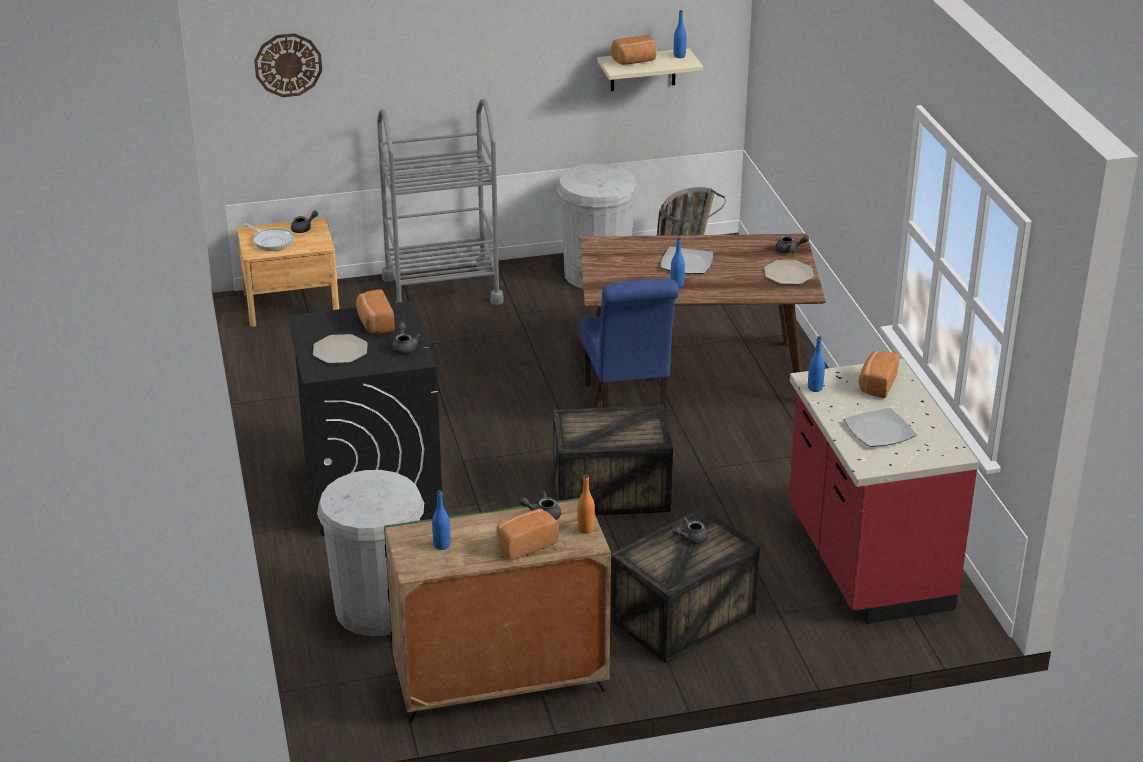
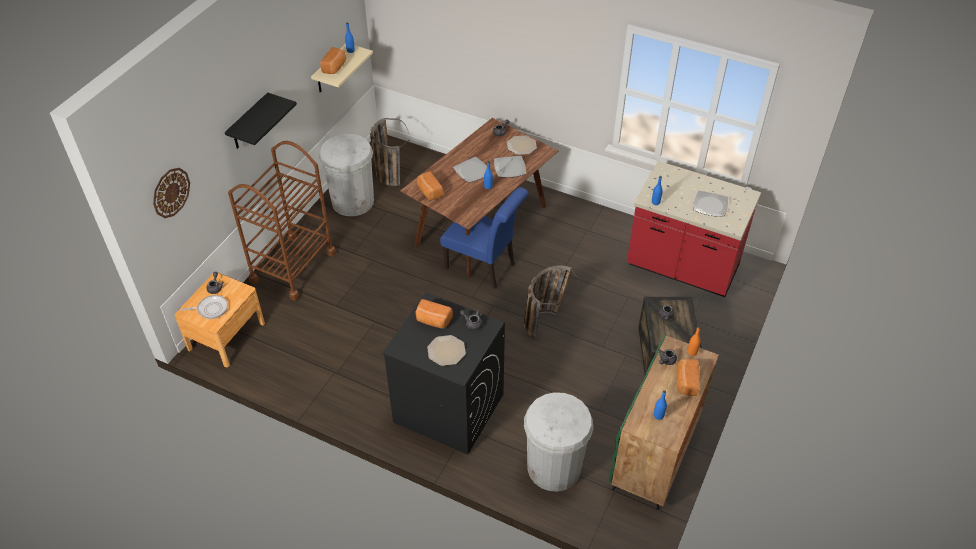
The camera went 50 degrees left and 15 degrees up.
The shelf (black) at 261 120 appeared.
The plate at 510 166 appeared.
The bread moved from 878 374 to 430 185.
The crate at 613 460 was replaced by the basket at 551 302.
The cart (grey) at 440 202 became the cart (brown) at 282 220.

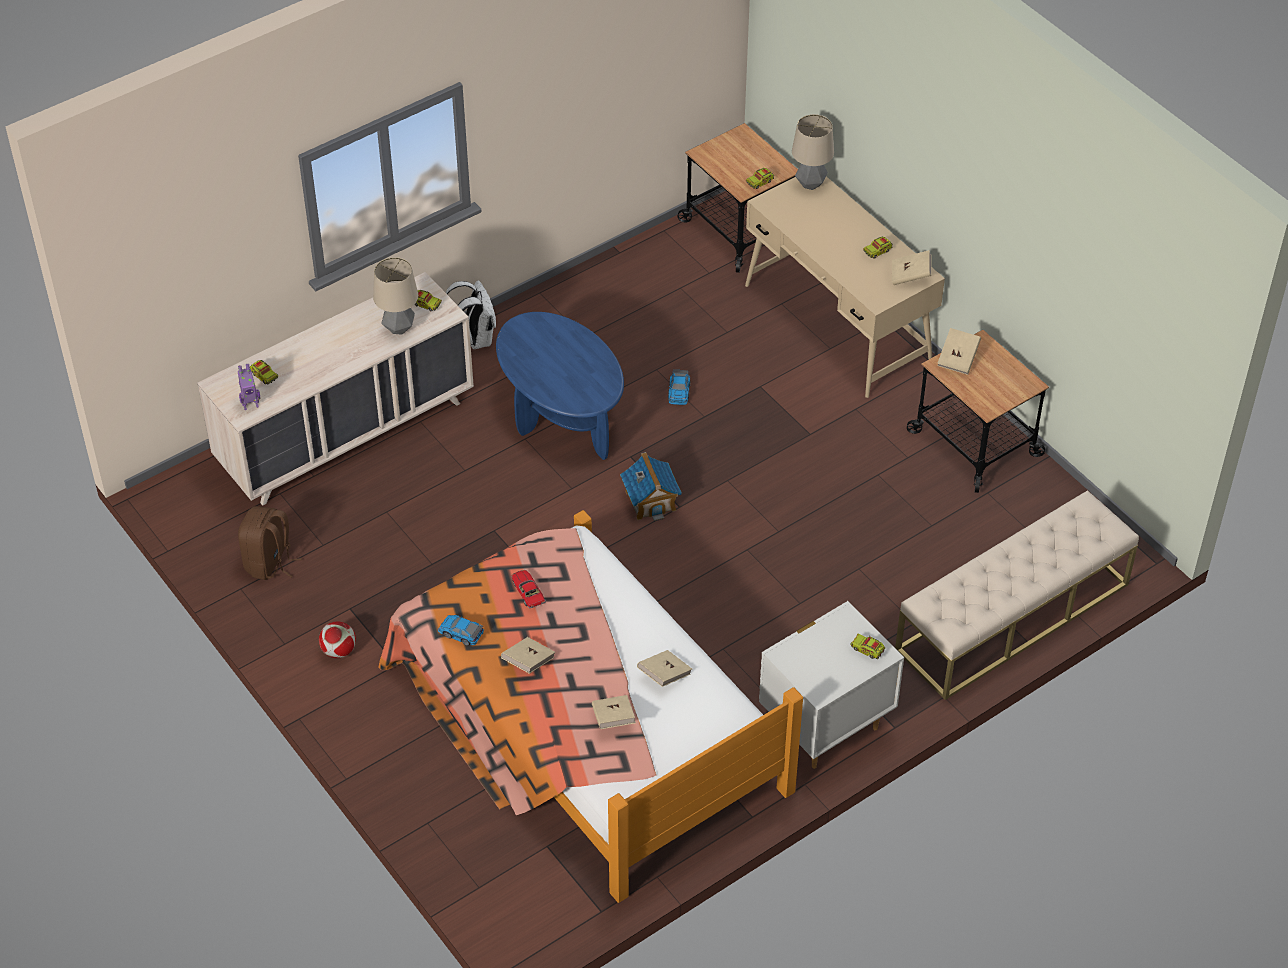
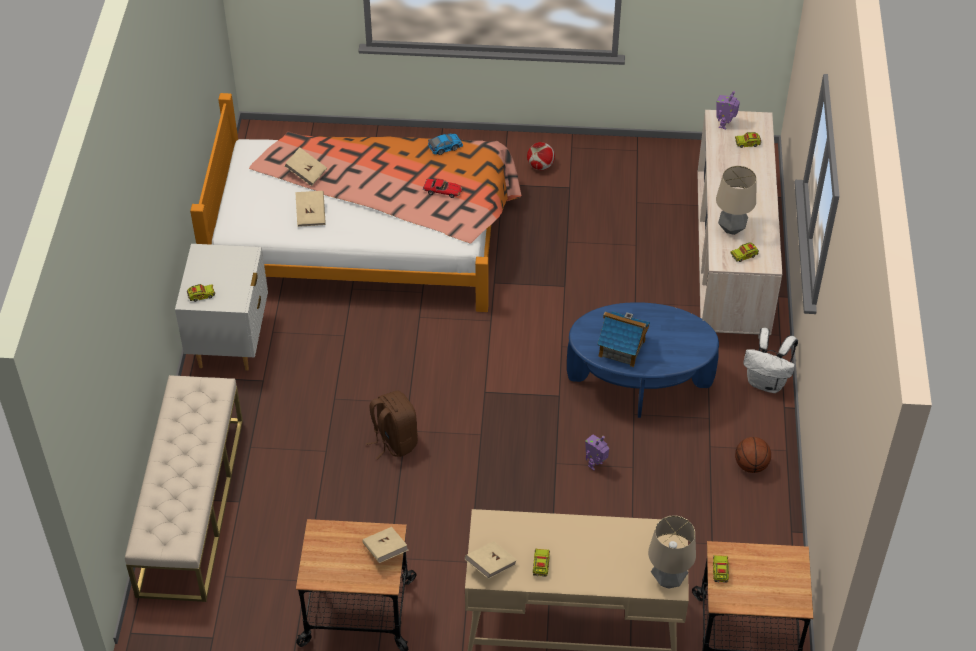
The camera went 130 degrees right and 0 degrees up.
The book (beige) at 528 655 disappeared.
The basketball at 753 455 appeared.
The backpack (brown) moved from 270 543 to 392 425.
The toy house moved from 651 486 to 623 339.
The toy car at 679 387 was replaced by the toy robot at 597 452.

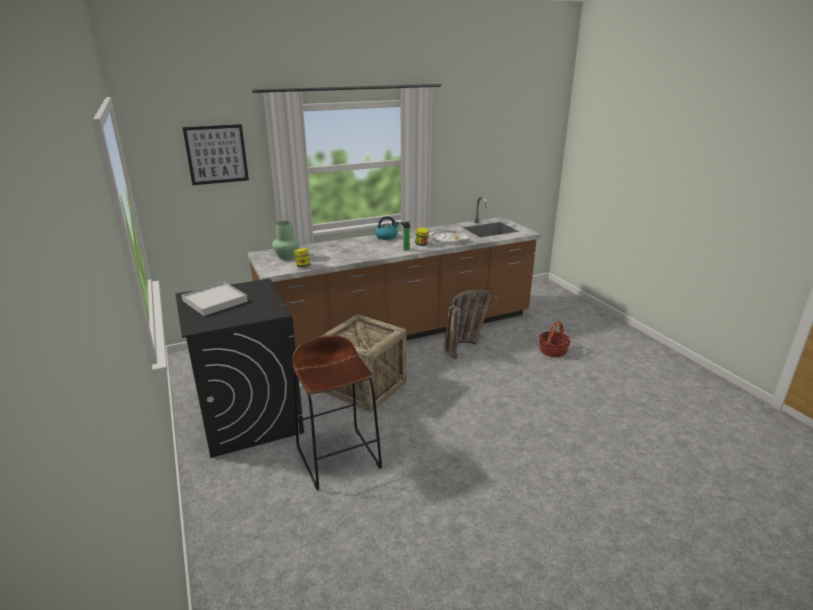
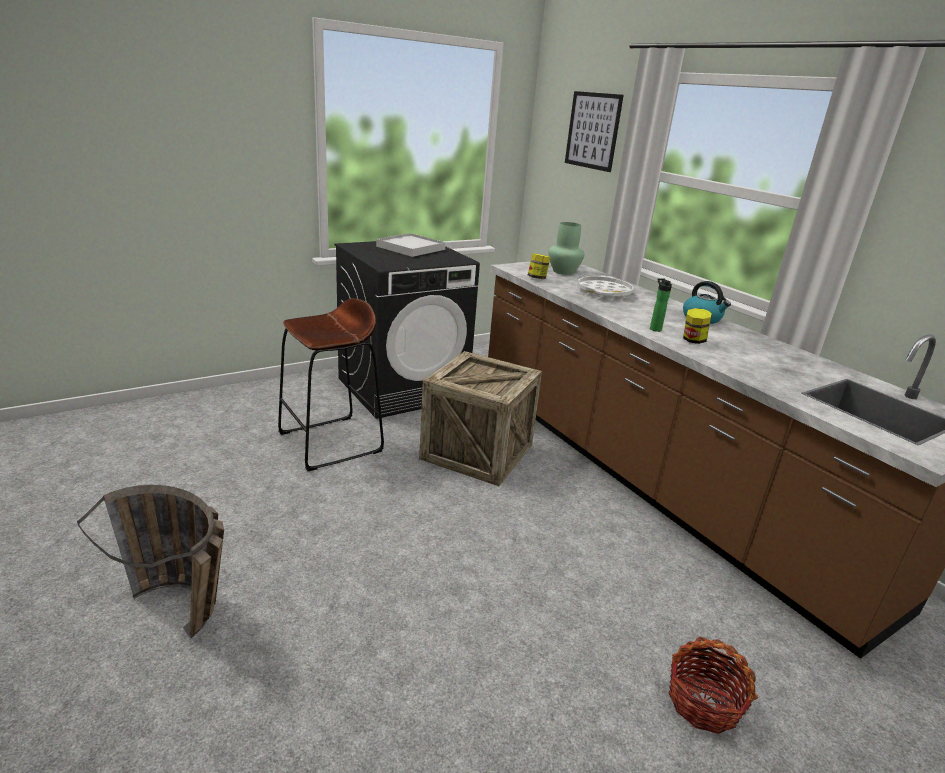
The camera went 80 degrees right and 0 degrees up.
The tray (white) moved from 449 237 to 605 287.
The basket moved from 471 324 to 150 561.

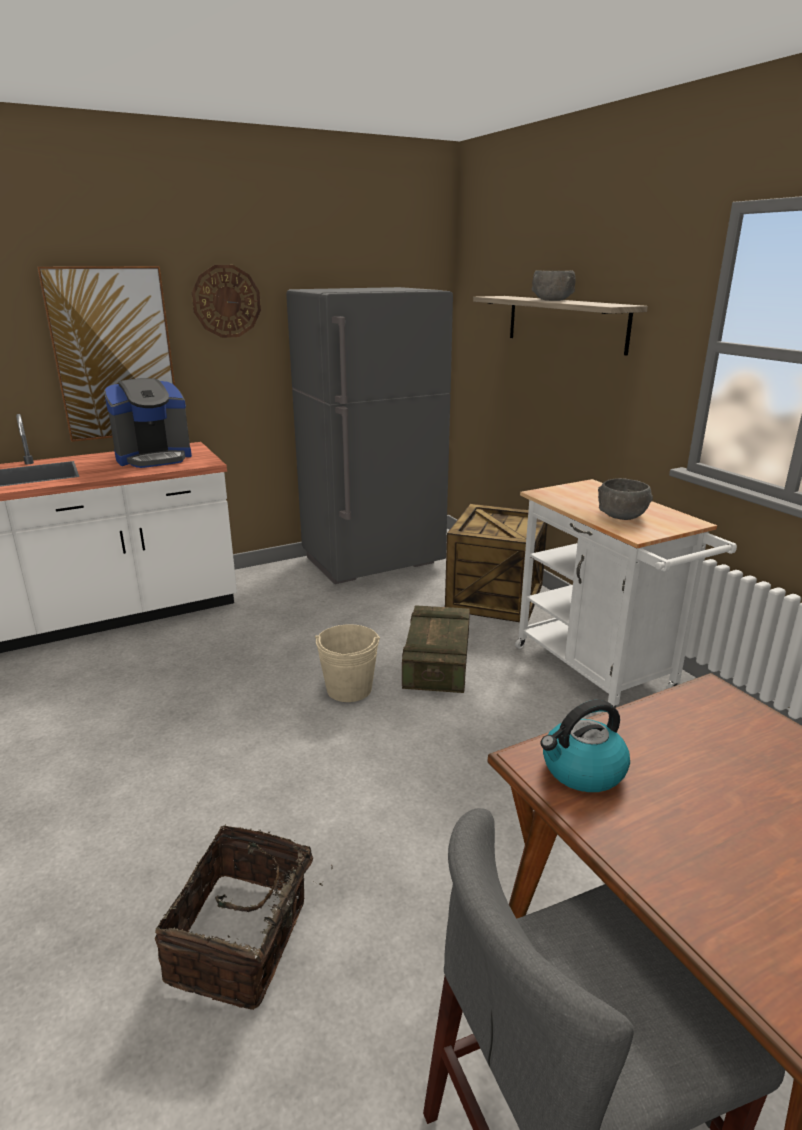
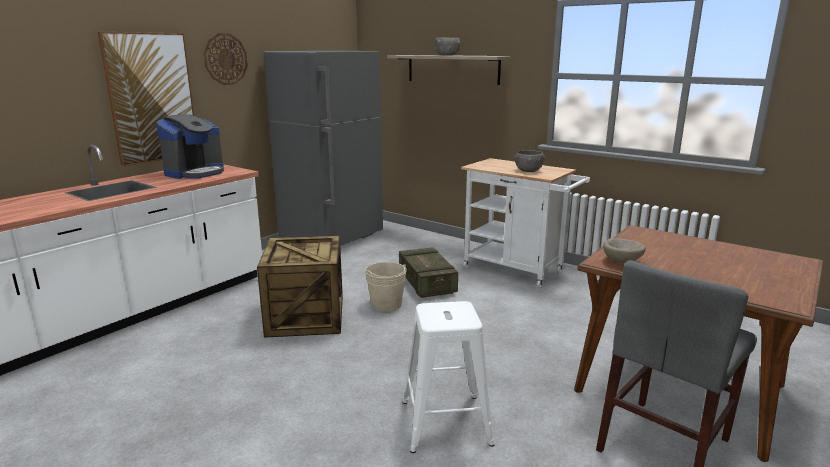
The camera went 25 degrees left and 5 degrees down.
The crate moved from 496 563 to 300 287.
The basket at 244 917 was replaced by the stool (white) at 448 377.
The kettle at 585 746 was replaced by the bowl (beige) at 624 250.

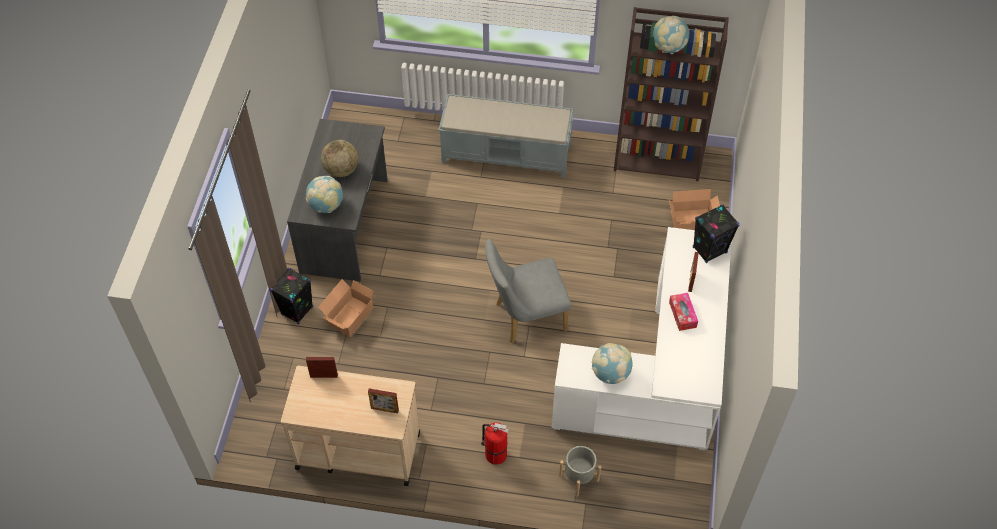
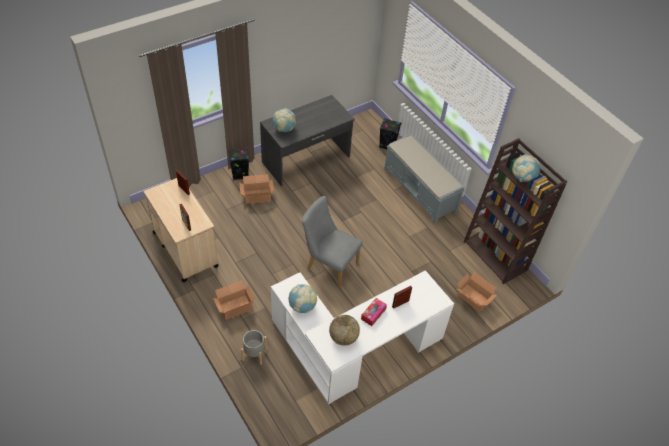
The camera went 45 degrees right and 5 degrees down.
The globe moved from 339 158 to 344 330.
The speaker (black) moved from 716 233 to 390 133.
The fire extinguisher at 495 443 was replaced by the cardboard box at 234 300.

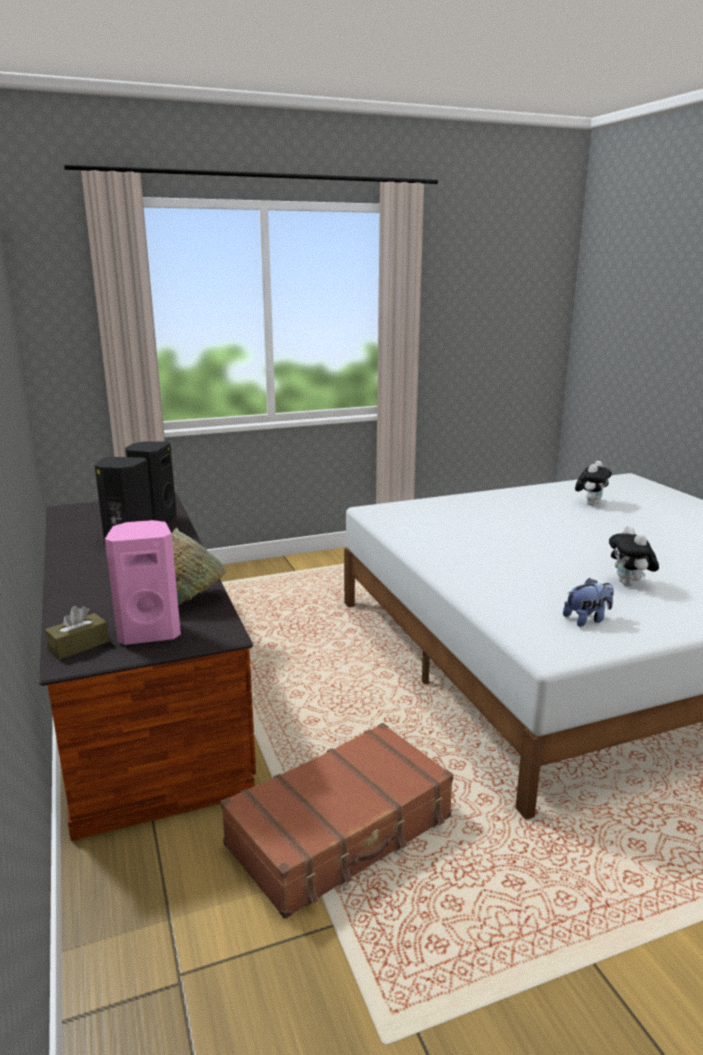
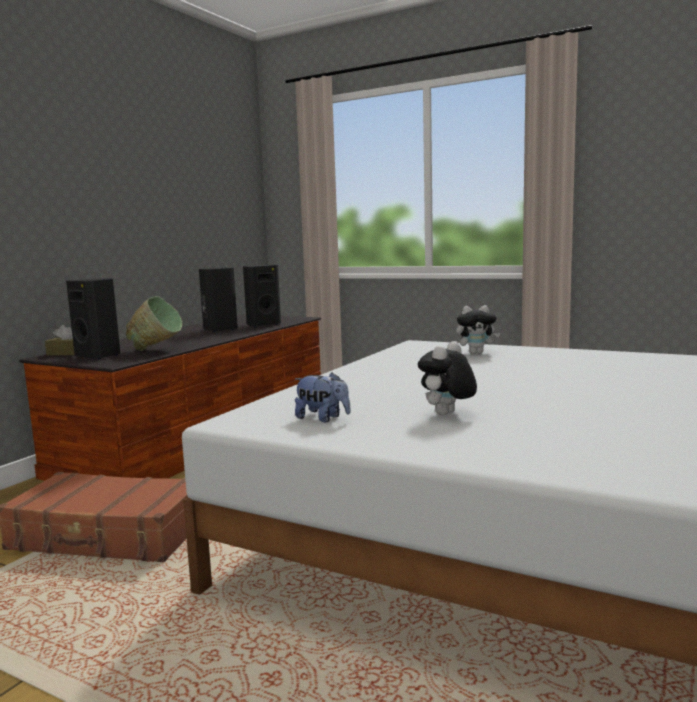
The camera went 50 degrees right and 10 degrees down.
The plush toy moved from 593 483 to 478 329.
The speaker (pink) at 143 582 became the speaker (black) at 93 319.

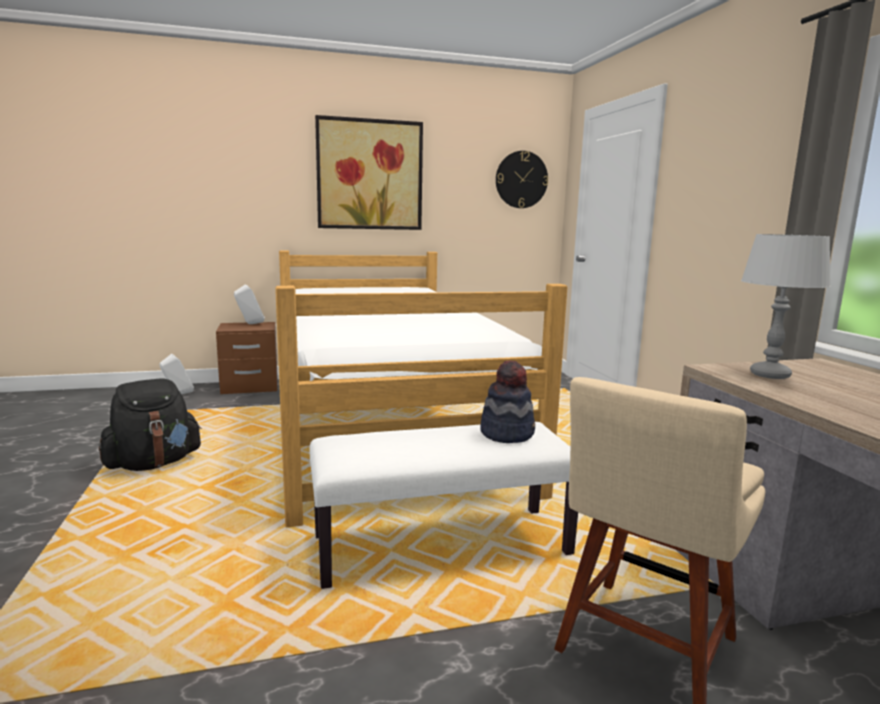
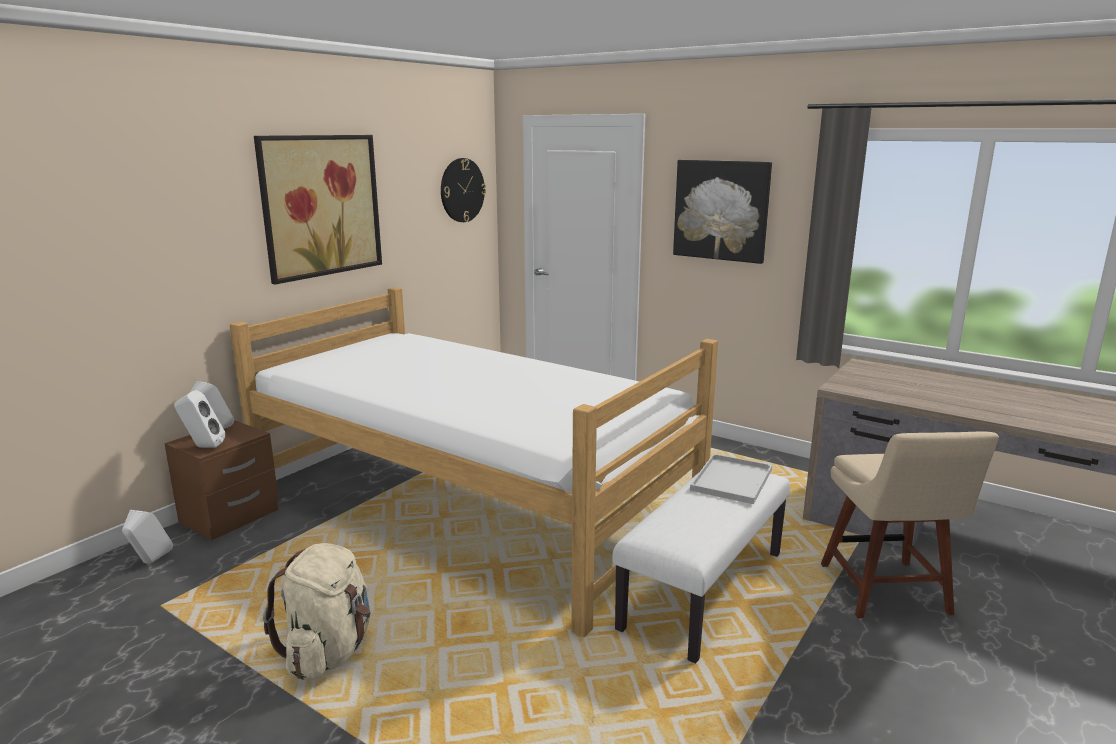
The camera went 40 degrees left and 5 degrees up.
The table lamp (grey) at 786 306 disappeared.
The speaker (white) at 199 419 appeared.
The picture at 722 212 appeared.
The hat at 507 401 was replaced by the tray (white) at 731 479.
The backpack (black) at 150 425 became the backpack (beige) at 316 611.

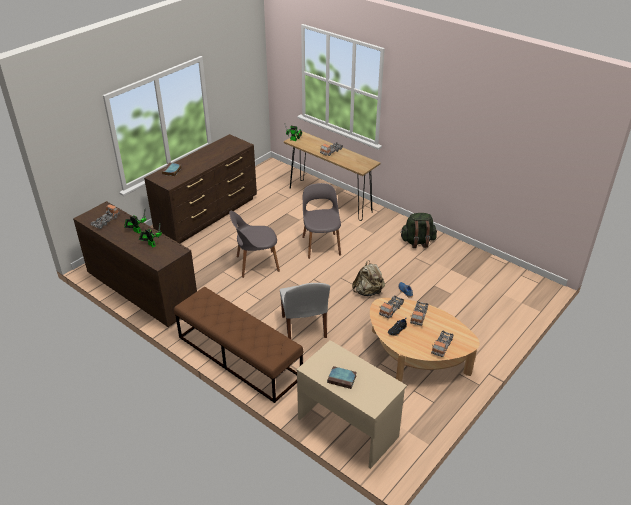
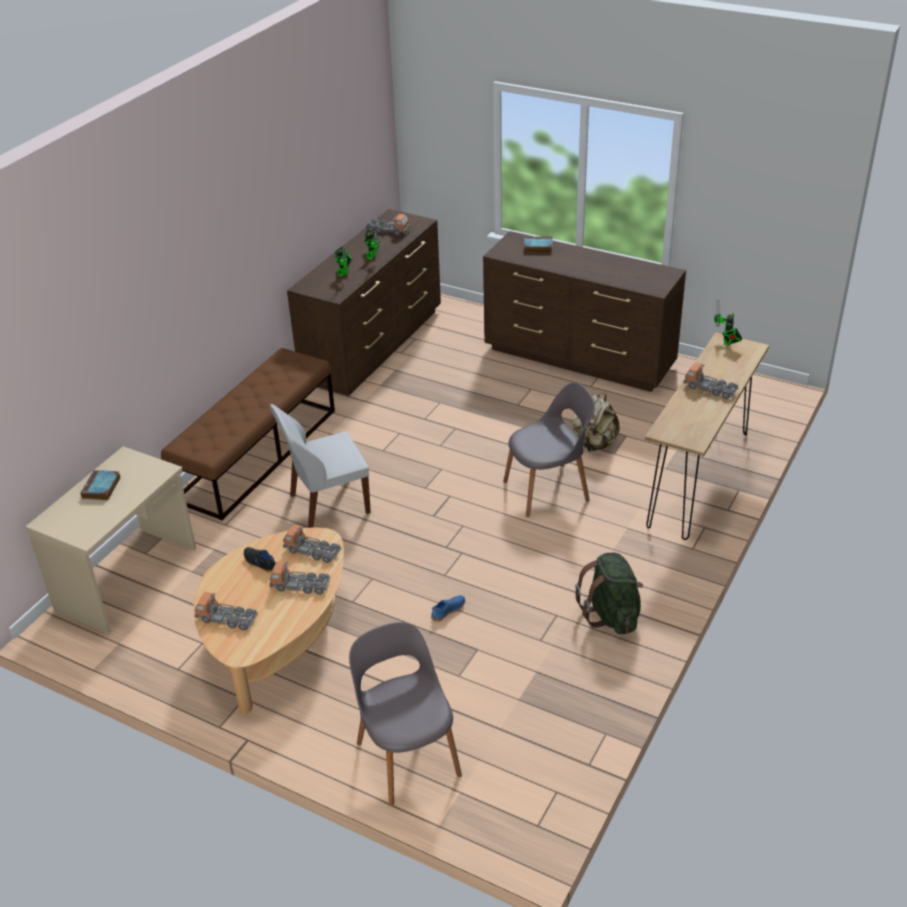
The camera went 80 degrees right and 0 degrees up.
The chair (grey) moved from 254 244 to 405 714.
The backpack (beige) moved from 368 278 to 596 422.

